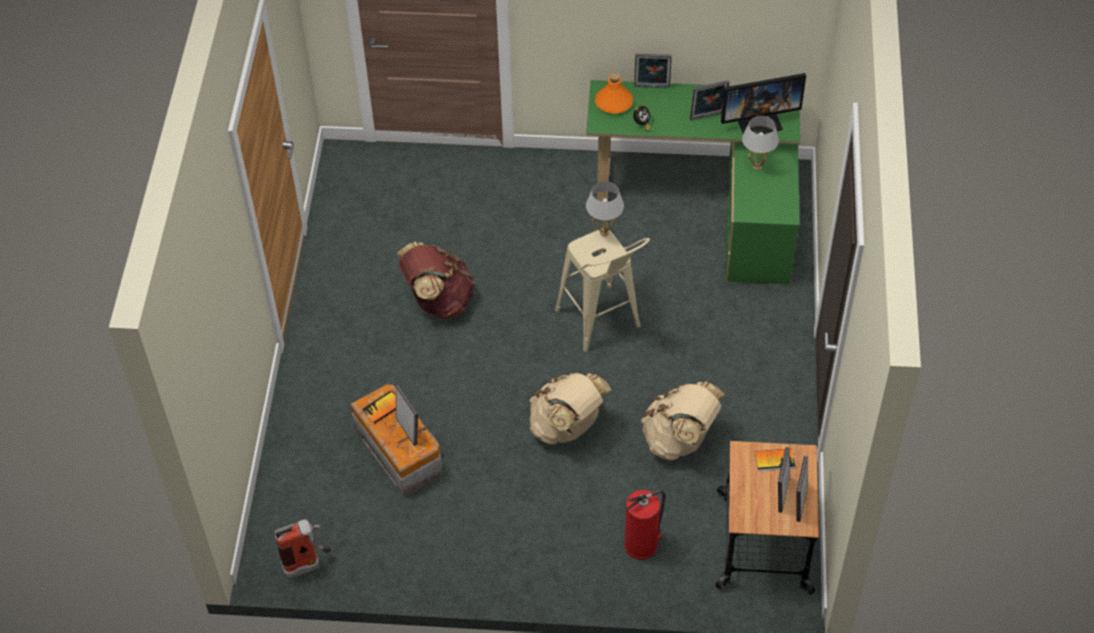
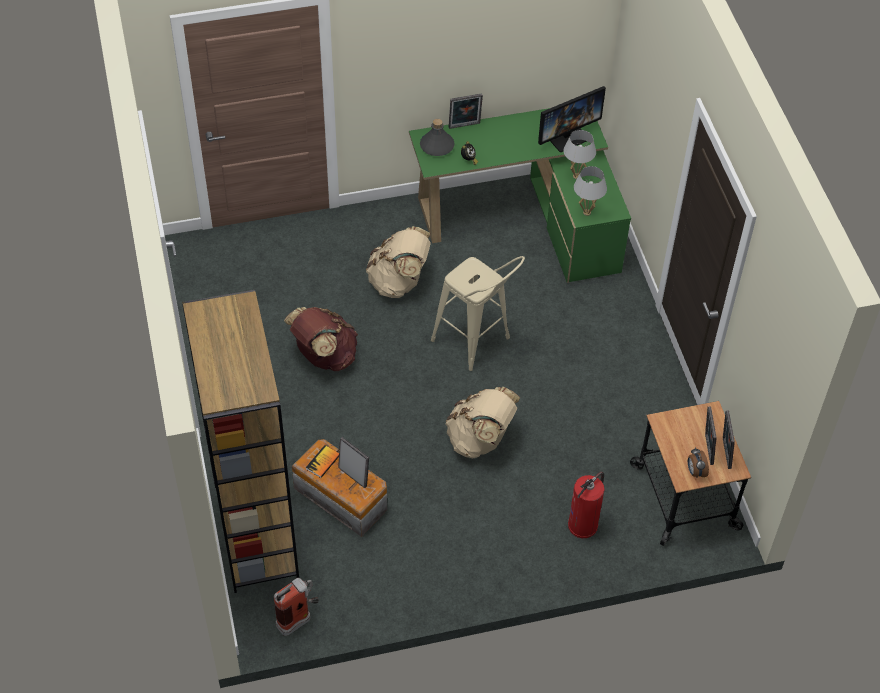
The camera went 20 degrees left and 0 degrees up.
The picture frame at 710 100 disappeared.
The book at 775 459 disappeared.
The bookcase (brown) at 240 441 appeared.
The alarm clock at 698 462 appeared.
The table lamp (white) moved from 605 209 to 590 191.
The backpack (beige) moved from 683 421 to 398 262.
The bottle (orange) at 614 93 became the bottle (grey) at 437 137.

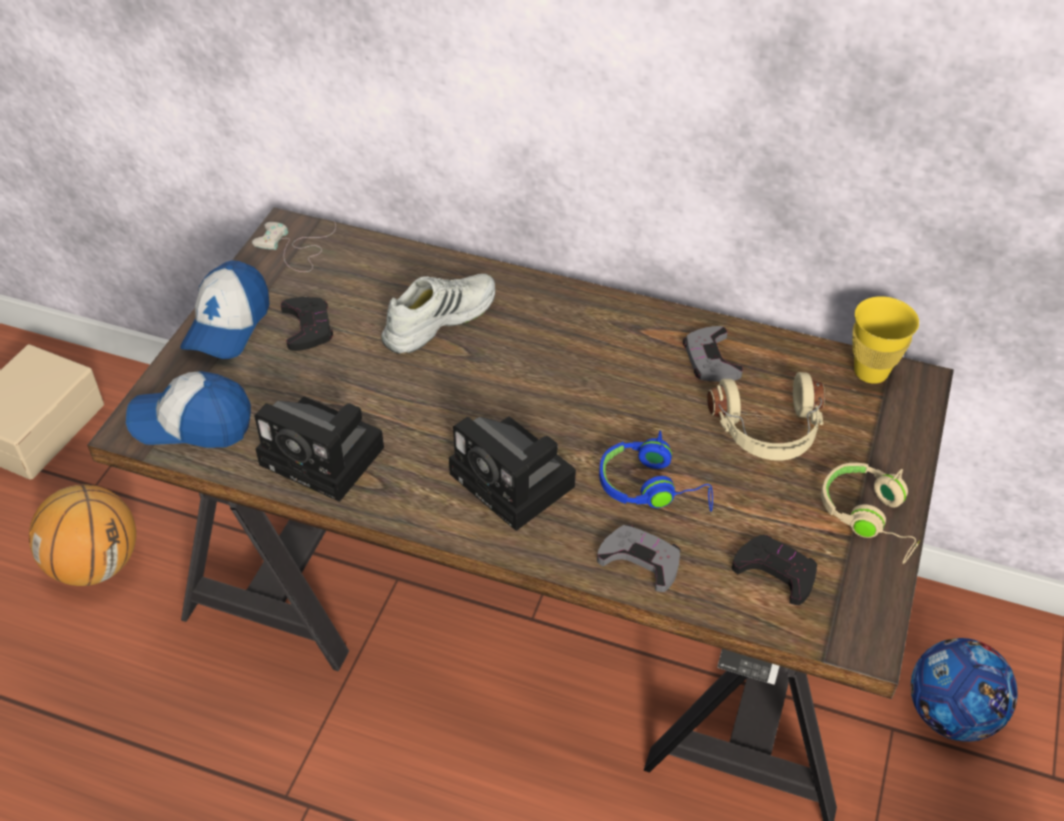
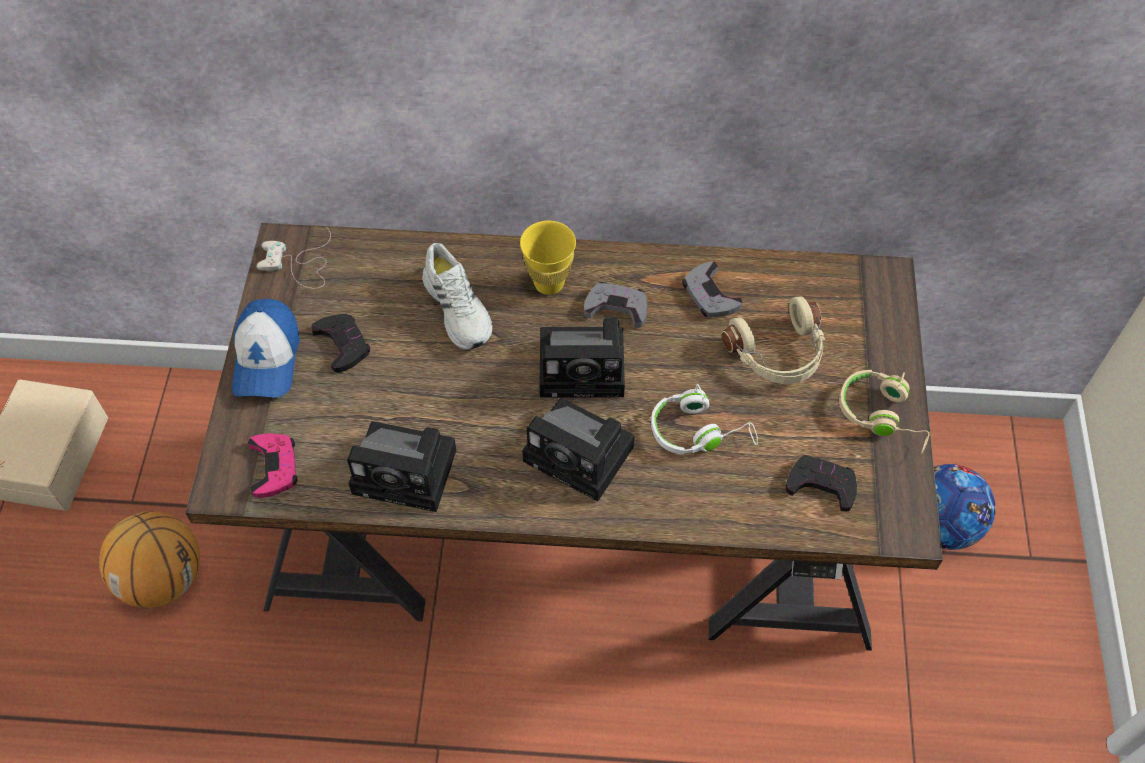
The camera went 15 degrees left and 10 degrees up.
The photo camera at 582 357 appeared.
The game controller (grey) moved from 639 558 to 615 305.
The cup (yellow) moved from 886 340 to 548 258.
The cap at 188 409 was replaced by the game controller (pink) at 272 465.
The headphones (blue) at 656 471 became the headphones (white) at 704 419.
The shoe (white) at 438 314 turned 120 degrees clockwise.

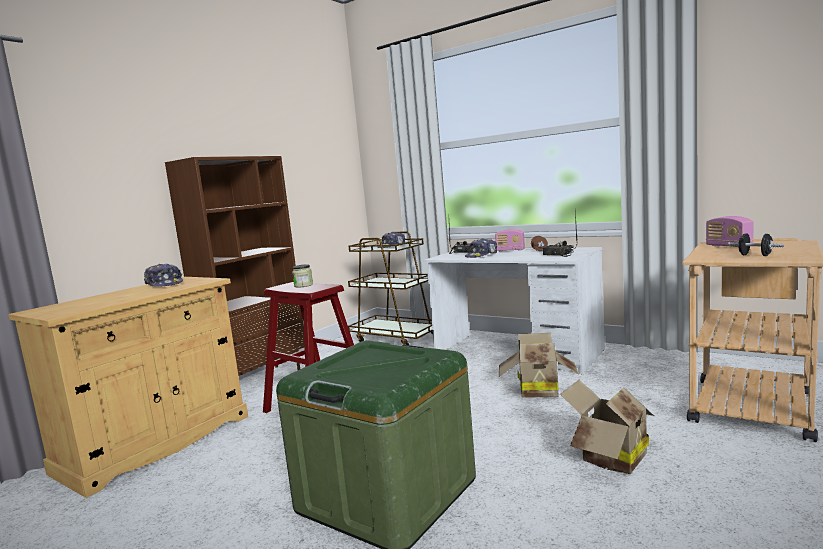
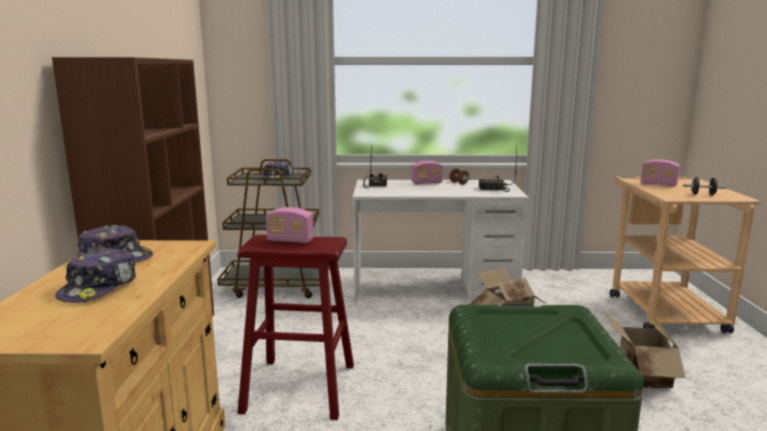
The camera went 35 degrees left and 5 degrees up.
The cap moved from 481 248 to 95 275.
The jar at 302 275 was replaced by the radio at 290 225.

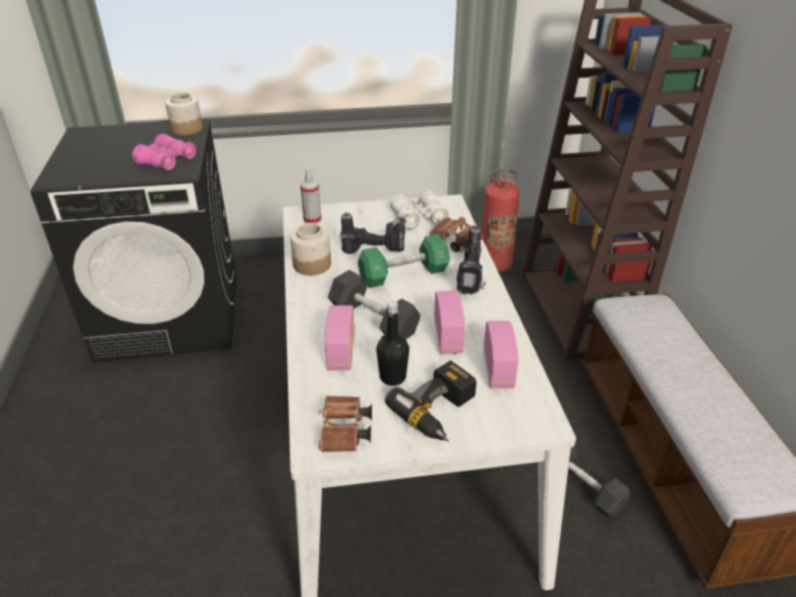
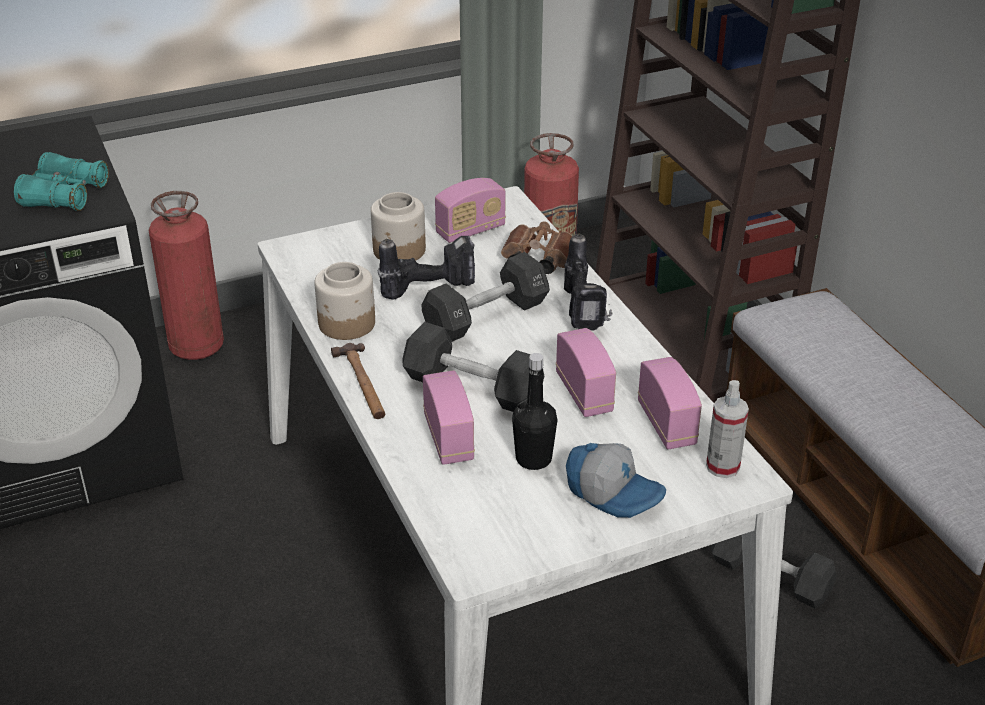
The camera went 15 degrees left and 0 degrees up.
The binoculars (brown) at 345 424 disappeared.
The fire extinguisher at 186 275 appeared.
The hammer at 358 381 appeared.
The jar moved from 184 114 to 398 226.
The spray bottle moved from 310 196 to 727 429.
The power drill at 430 401 was replaced by the cap at 616 480.
The binoculars (white) at 419 209 was replaced by the radio at 470 210.
The binoculars (pink) at 164 152 became the binoculars (turquoise) at 61 181.
The dumbbell (green) at 404 261 became the dumbbell (black) at 486 297.

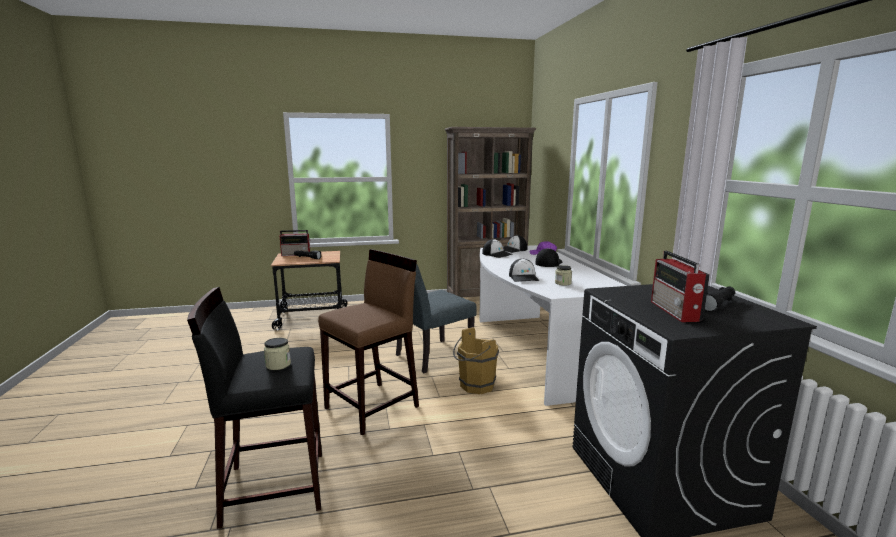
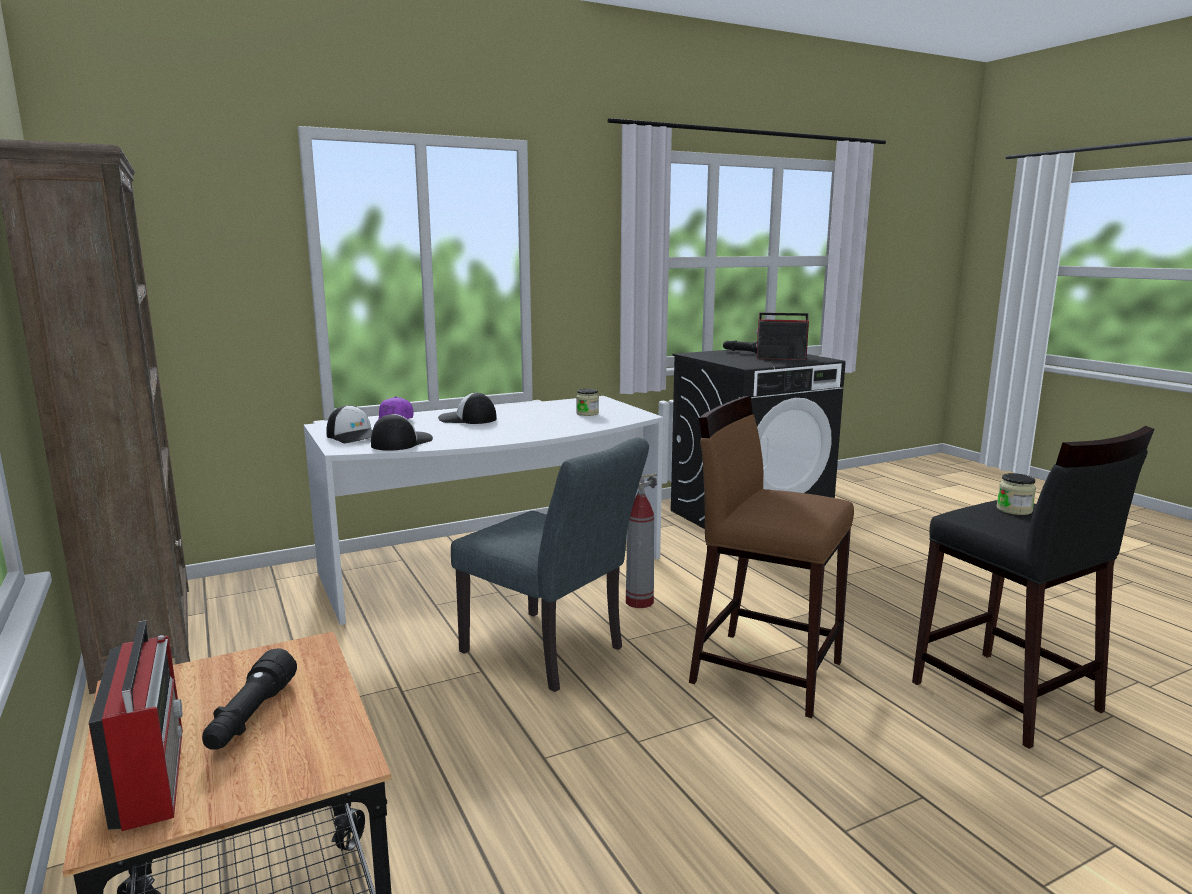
The camera went 105 degrees left and 0 degrees up.
The cap at 524 270 disappeared.
The bucket (brown) at 476 360 was replaced by the fire extinguisher at 641 540.
The radio at 680 286 turned 150 degrees counterclockwise.

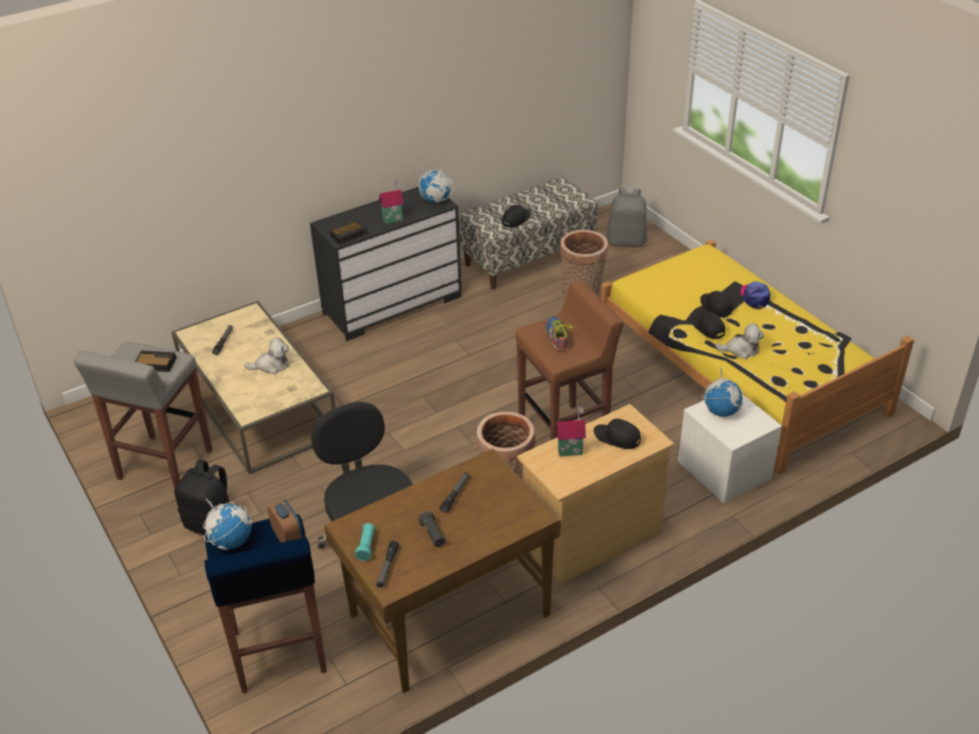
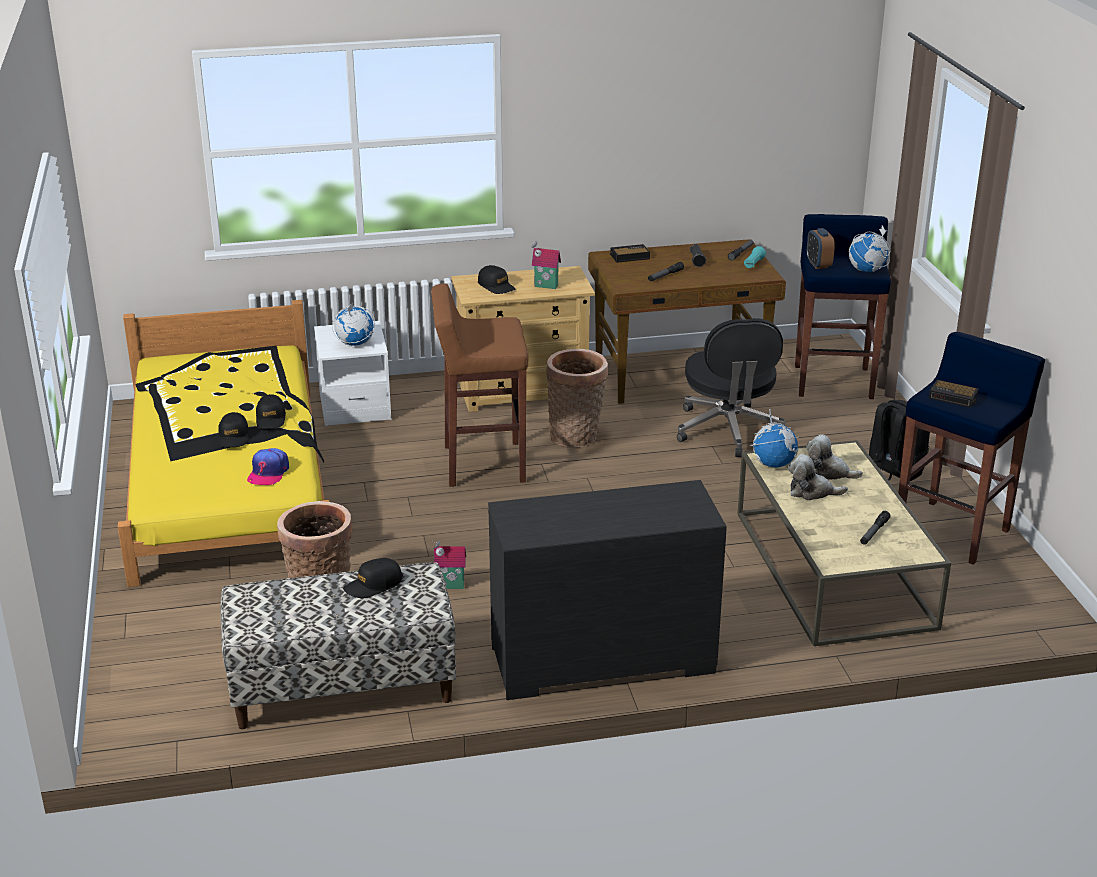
The camera went 160 degrees left and 10 degrees down.
The shoe at 559 333 disappeared.
The backpack (grey) at 627 217 disappeared.
The alarm clock moved from 348 233 to 630 253.
The toy house moved from 391 201 to 449 565.
The globe moved from 436 186 to 774 438.
The plush toy moved from 740 341 to 834 457.
The cap moved from 755 294 to 268 466.
The stool (grey) at 143 415 became the stool (blue) at 971 448.

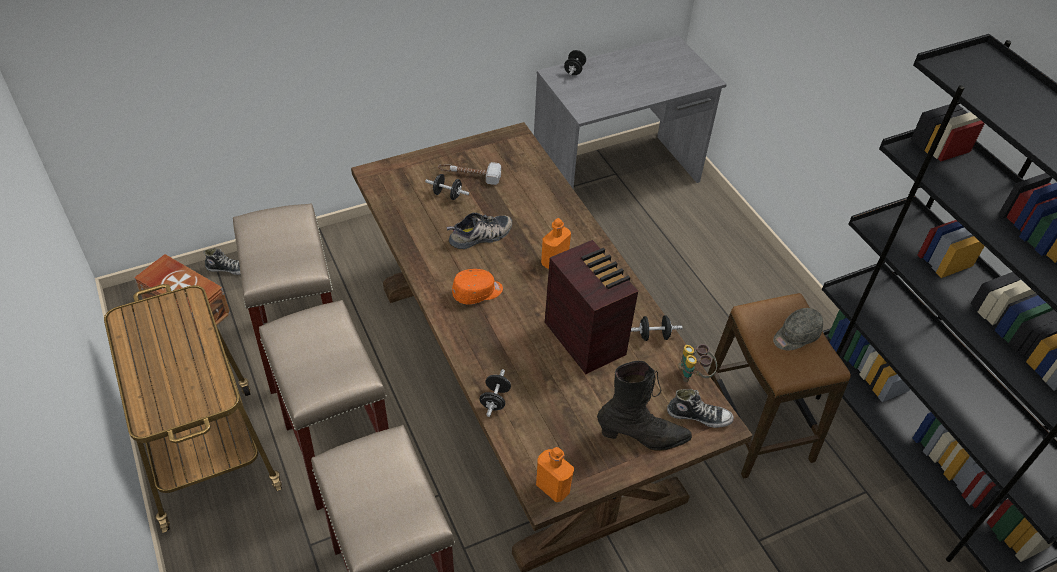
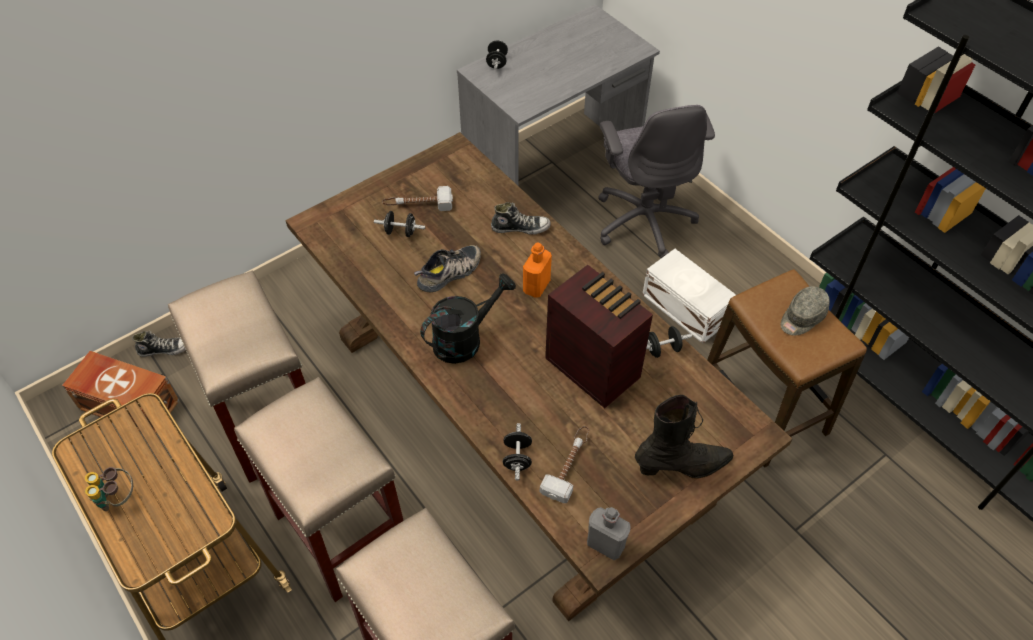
The camera went 10 degrees left and 5 degrees up.
The hammer at 564 464 appeared.
The office chair (grey) at 656 181 appeared.
The storage box (white) at 689 296 appeared.
The shoe moved from 700 408 to 521 218.
The binoculars moved from 697 363 to 109 489.
The cap (orange) at 477 286 was replaced by the watering can (black) at 468 318.
The bottle (orange) at 555 474 became the bottle (grey) at 609 533.

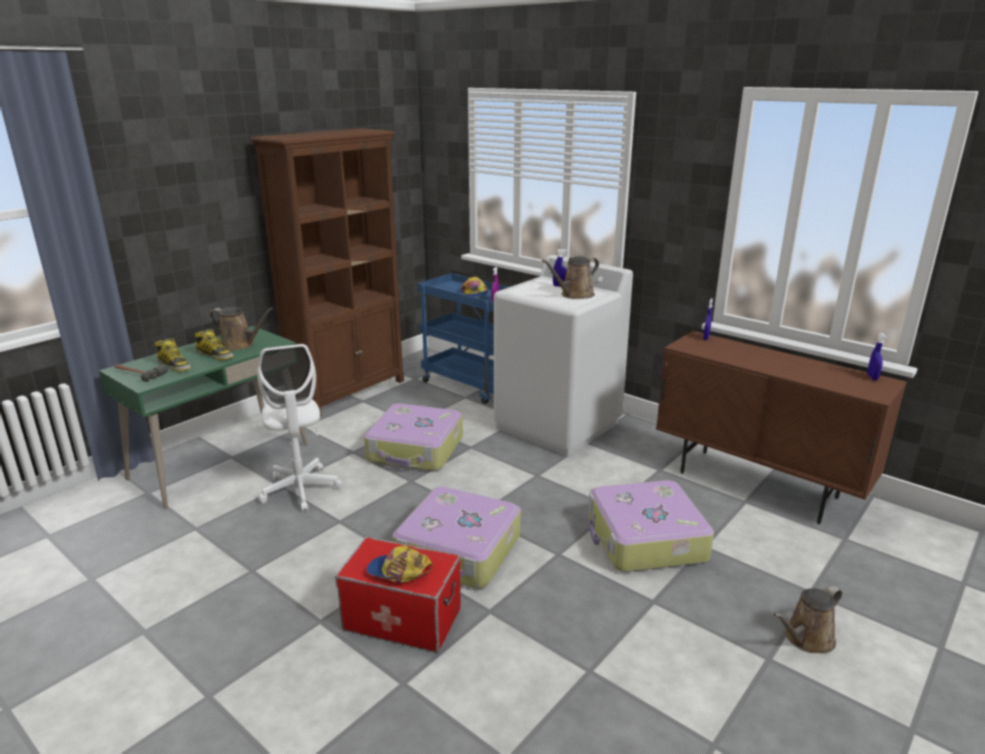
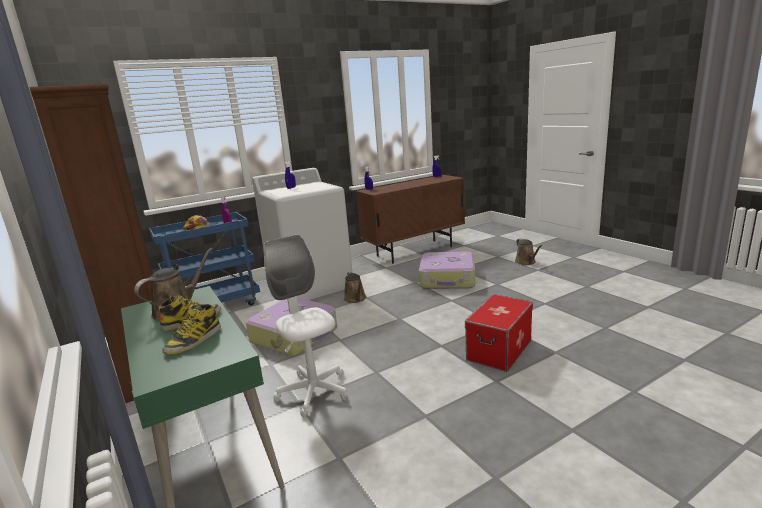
The camera went 70 degrees left and 5 degrees down.
The hammer at 141 373 disappeared.
The cap at 400 564 disappeared.
The suitcase at 456 538 disappeared.
The watering can (brown) moved from 570 277 to 355 287.
The boot at 172 355 turned 150 degrees clockwise.
The office chair (white) at 299 428 turned 120 degrees counterclockwise.

